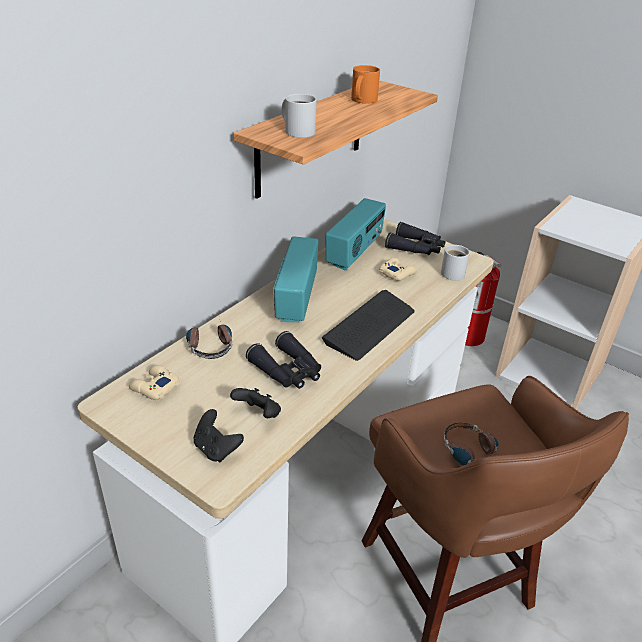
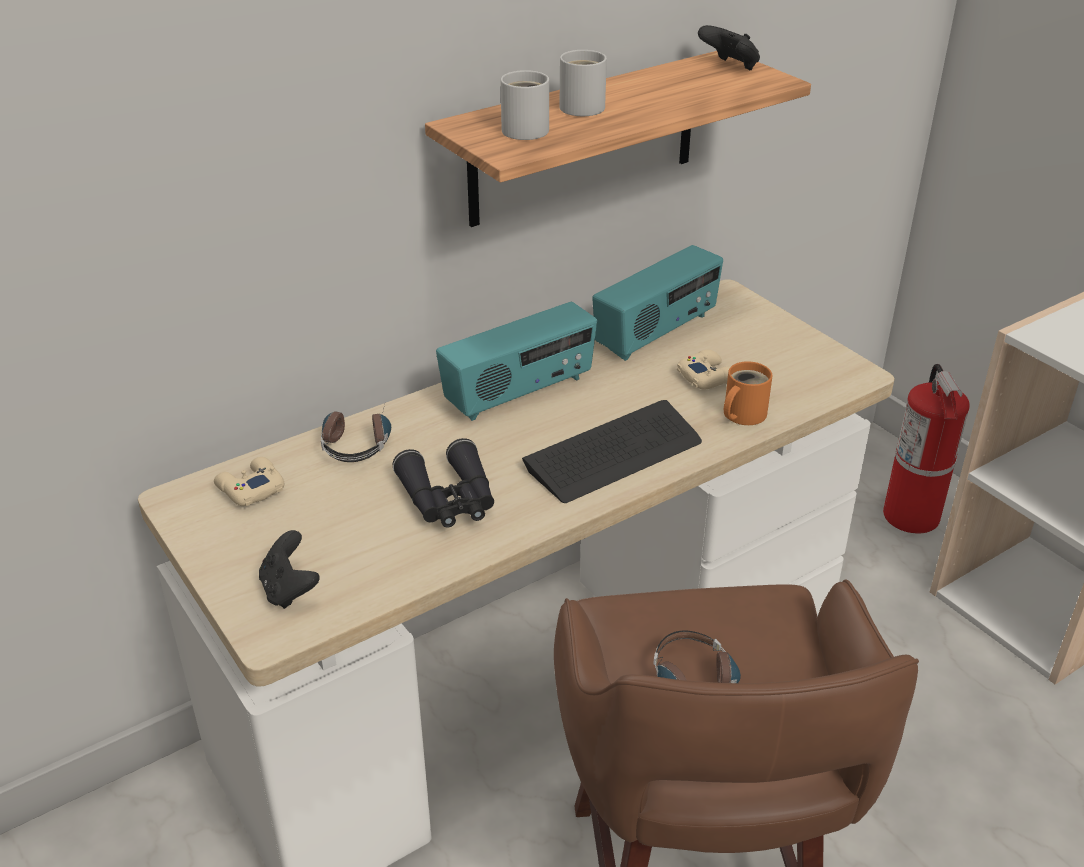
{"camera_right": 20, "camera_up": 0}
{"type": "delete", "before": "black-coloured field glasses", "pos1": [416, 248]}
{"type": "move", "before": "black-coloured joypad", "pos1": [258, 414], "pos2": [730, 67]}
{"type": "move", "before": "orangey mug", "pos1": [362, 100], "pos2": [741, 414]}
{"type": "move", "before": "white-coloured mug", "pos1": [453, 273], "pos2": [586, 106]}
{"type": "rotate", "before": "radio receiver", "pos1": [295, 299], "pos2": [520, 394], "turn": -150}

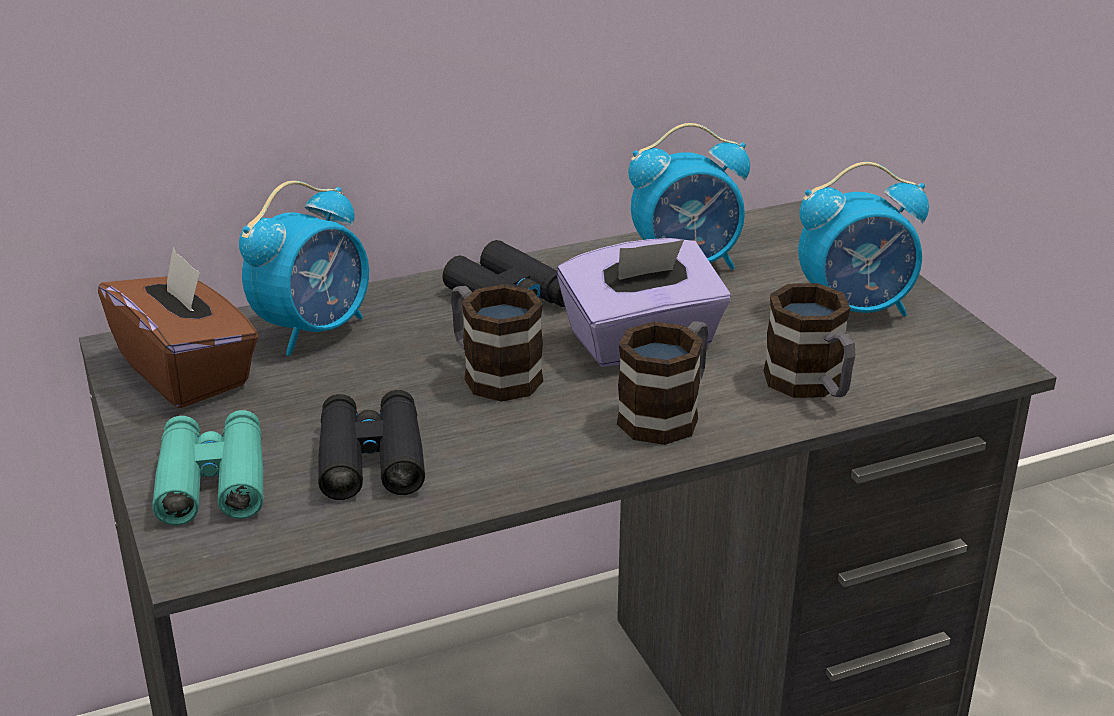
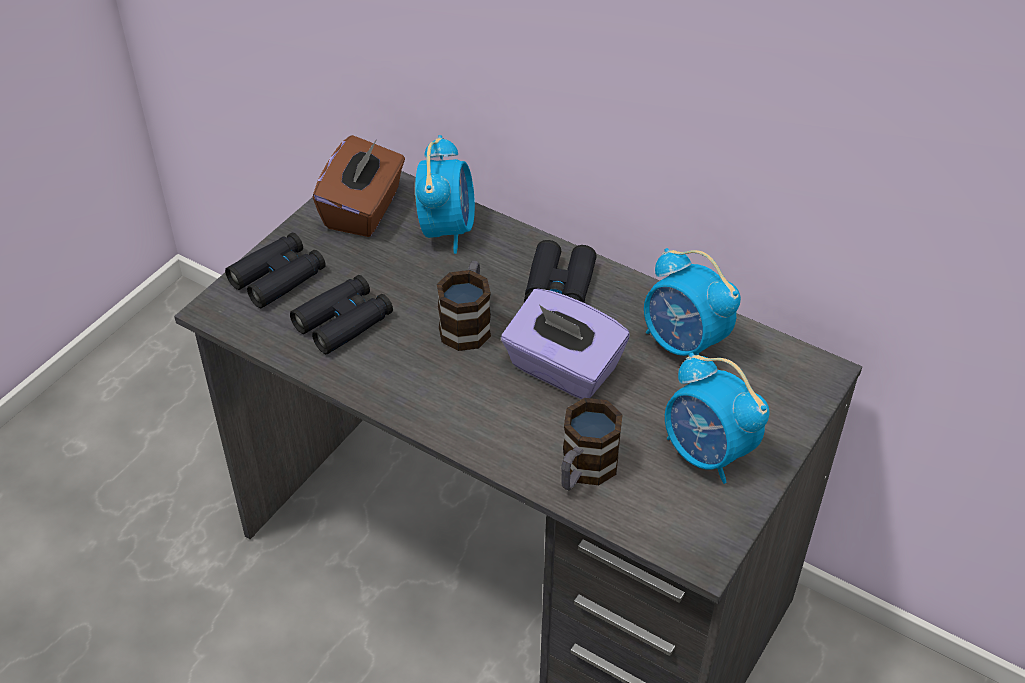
{"camera_right": 55, "camera_up": 15}
{"type": "delete", "before": "mug", "pos1": [668, 413]}
{"type": "recolor", "before": "turquoise field glasses", "after": "black-coloured field glasses", "pos1": [212, 481], "pos2": [278, 277]}
{"type": "rotate", "before": "alarm clock", "pos1": [314, 329], "pos2": [447, 230], "turn": -90}

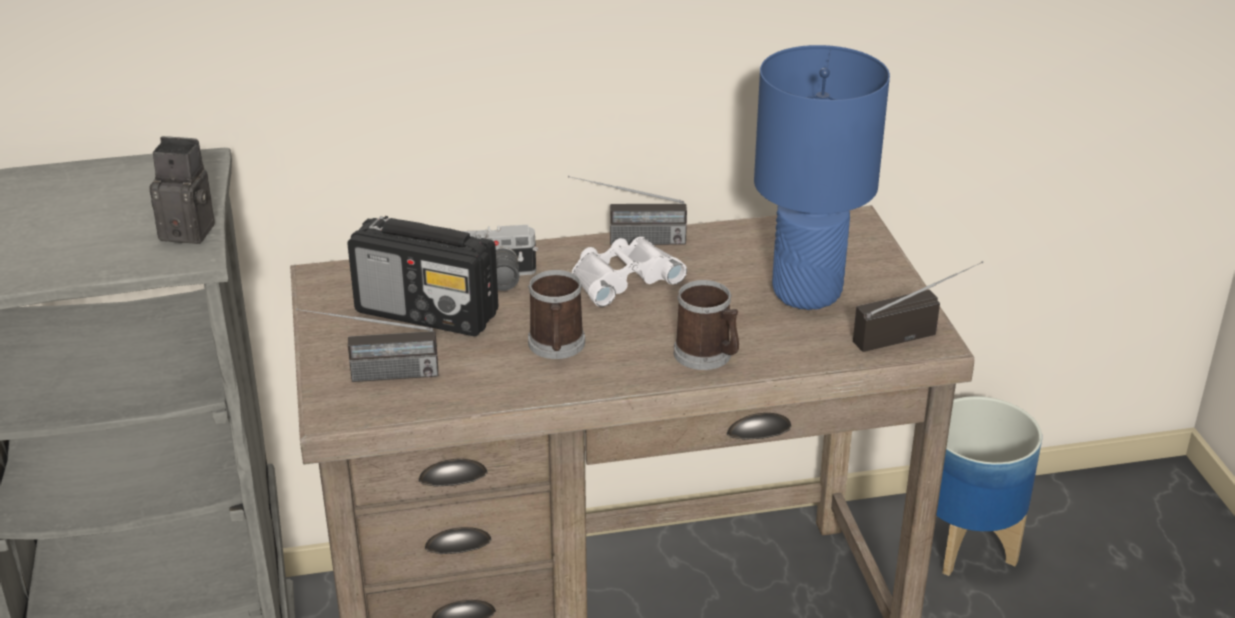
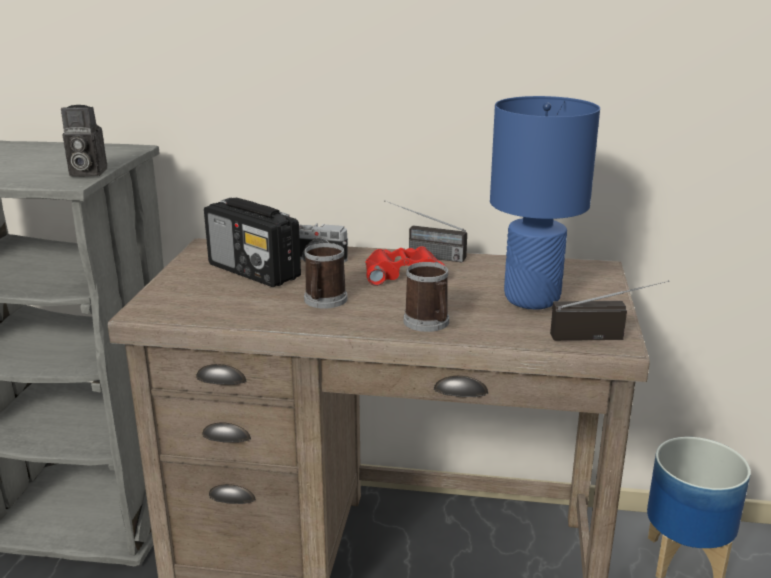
{"camera_right": 20, "camera_up": -10}
{"type": "delete", "before": "radio receiver", "pos1": [371, 376]}
{"type": "recolor", "before": "white-coloured field glasses", "after": "red-coloured field glasses", "pos1": [623, 278], "pos2": [402, 273]}
{"type": "rotate", "before": "photo camera", "pos1": [191, 230], "pos2": [85, 173], "turn": 150}

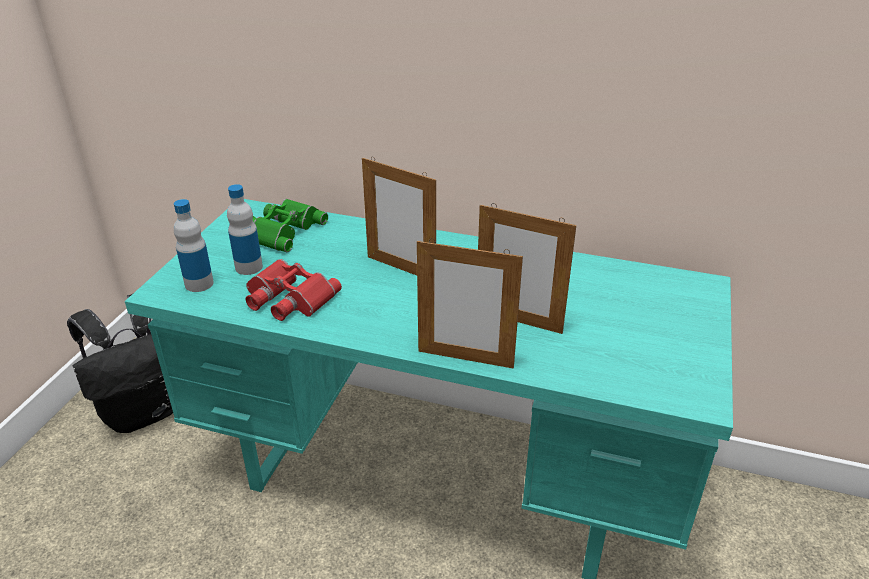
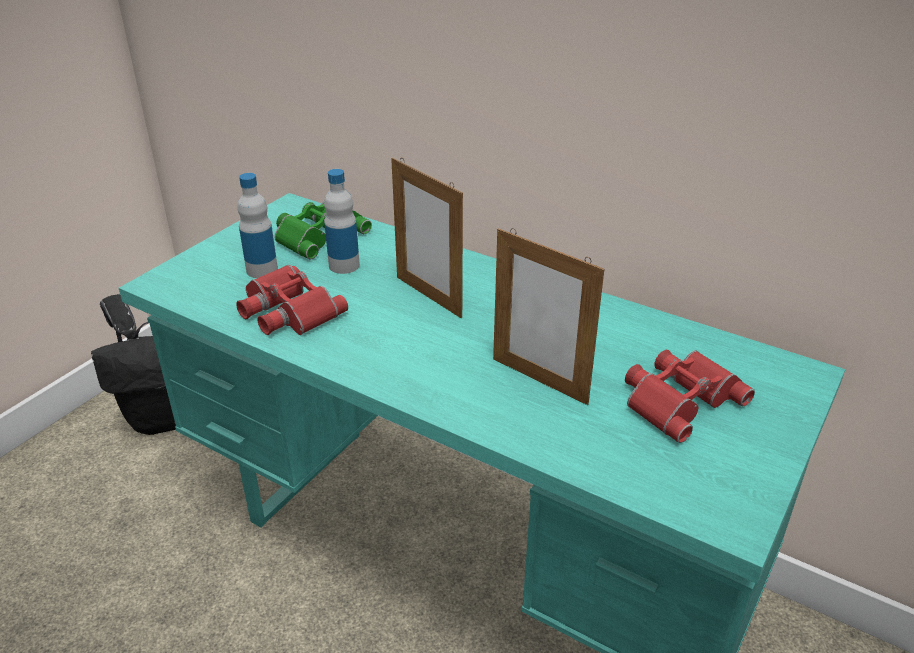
{"camera_right": 15, "camera_up": 0}
{"type": "delete", "before": "photo frame", "pos1": [465, 359]}
{"type": "insert", "after": "red-coloured field glasses", "pos2": [679, 398]}
{"type": "move", "before": "beverage bottle", "pos1": [199, 284], "pos2": [344, 265]}

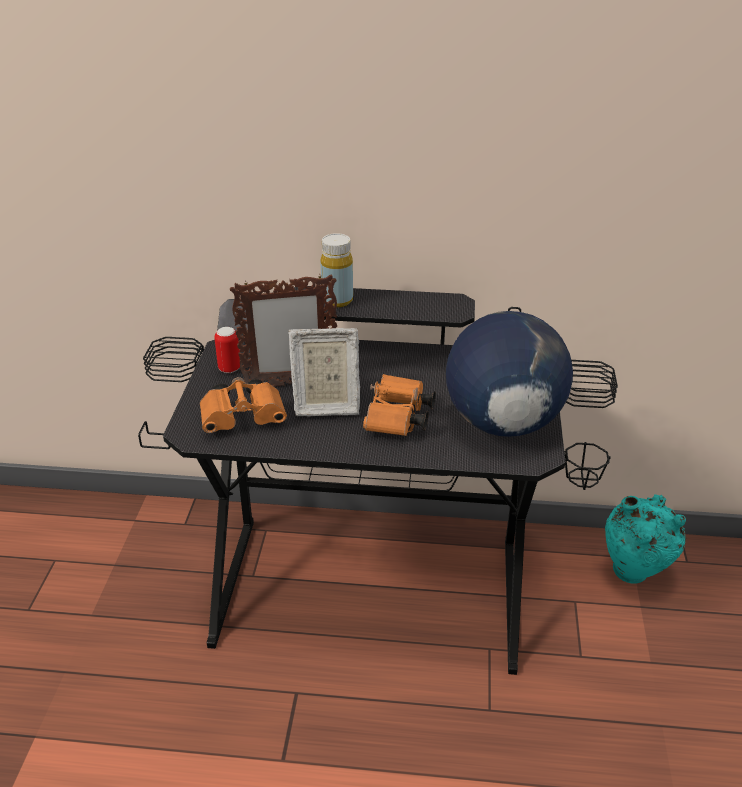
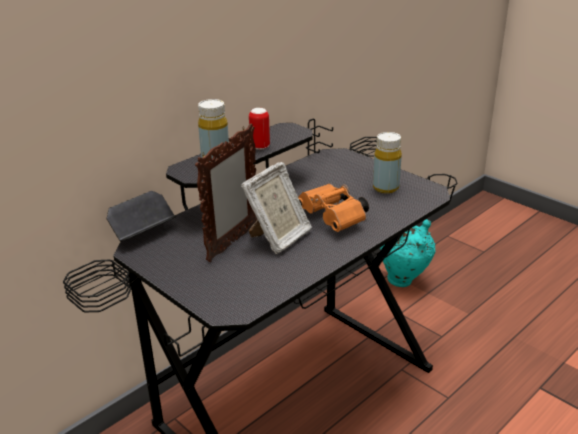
{"camera_right": -50, "camera_up": -5}
{"type": "delete", "before": "orangey field glasses", "pos1": [245, 419]}
{"type": "move", "before": "sealed can", "pos1": [229, 368], "pos2": [260, 146]}
{"type": "replace", "before": "desk globe", "after": "yellow beverage bottle", "pos1": [502, 423], "pos2": [385, 188]}

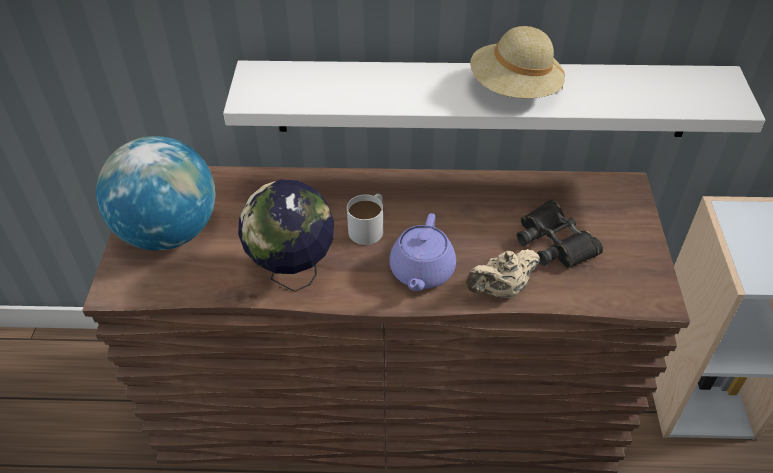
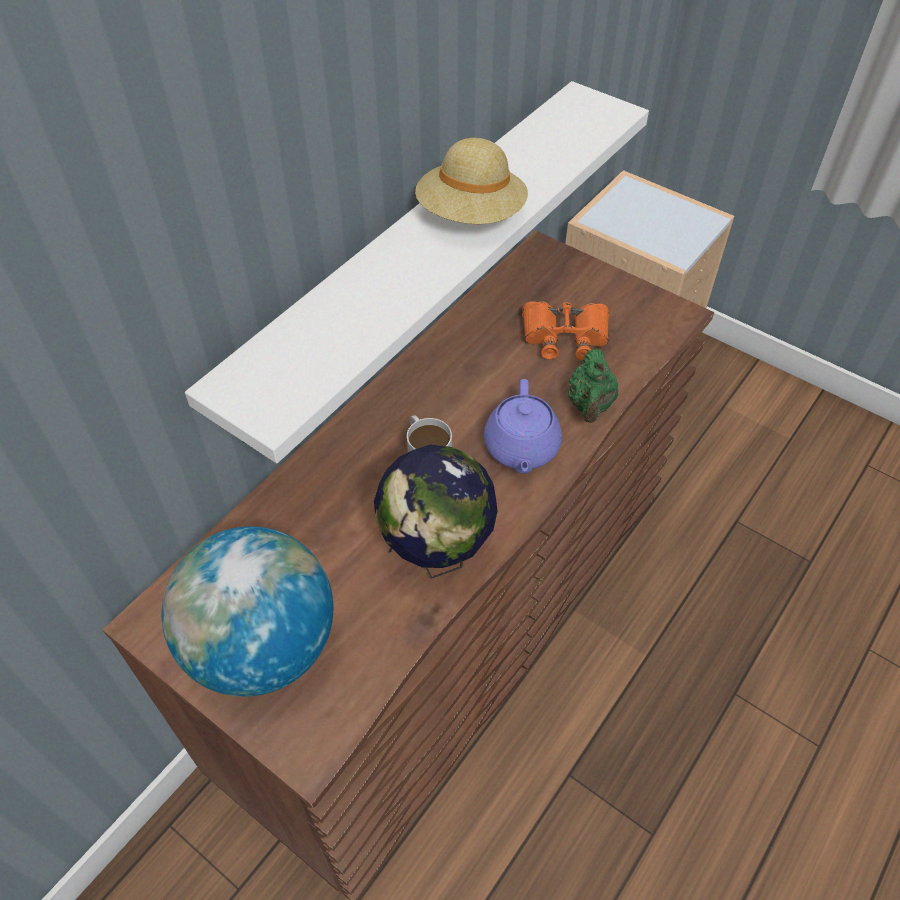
{"camera_right": -55, "camera_up": 5}
{"type": "recolor", "before": "sand-coloured pot for tea", "after": "green-coloured pot for tea", "pos1": [501, 290], "pos2": [590, 405]}
{"type": "recolor", "before": "black-coloured field glasses", "after": "orangey field glasses", "pos1": [554, 242], "pos2": [565, 335]}
{"type": "rotate", "before": "purplish pot for tea", "pos1": [421, 272], "pos2": [521, 449], "turn": 45}

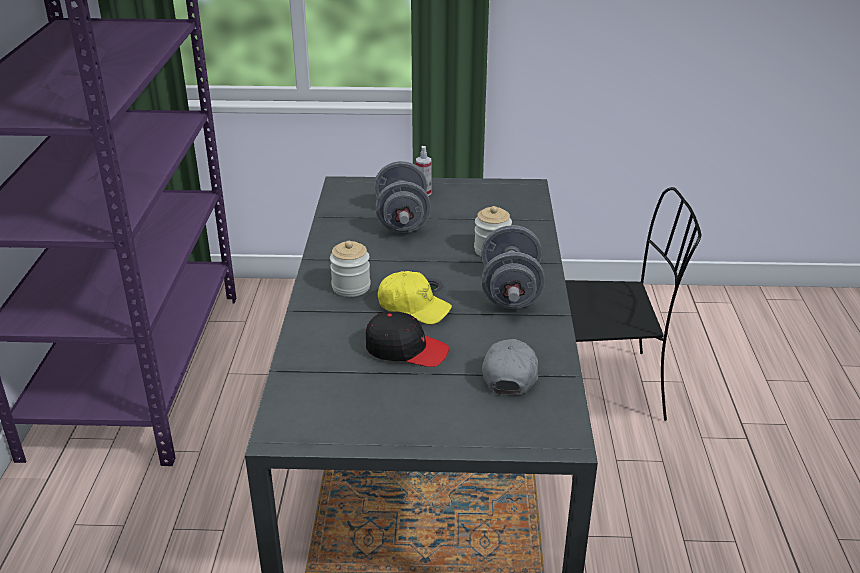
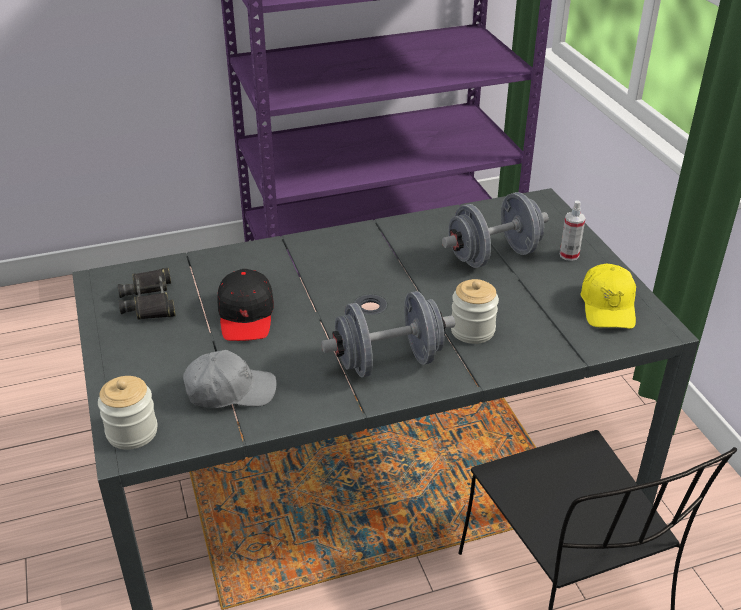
{"camera_right": 70, "camera_up": 5}
{"type": "insert", "after": "black-coloured field glasses", "pos2": [150, 301]}
{"type": "move", "before": "jar", "pos1": [351, 287], "pos2": [132, 432]}
{"type": "move", "before": "yellow peaked cap", "pos1": [413, 307], "pos2": [608, 306]}

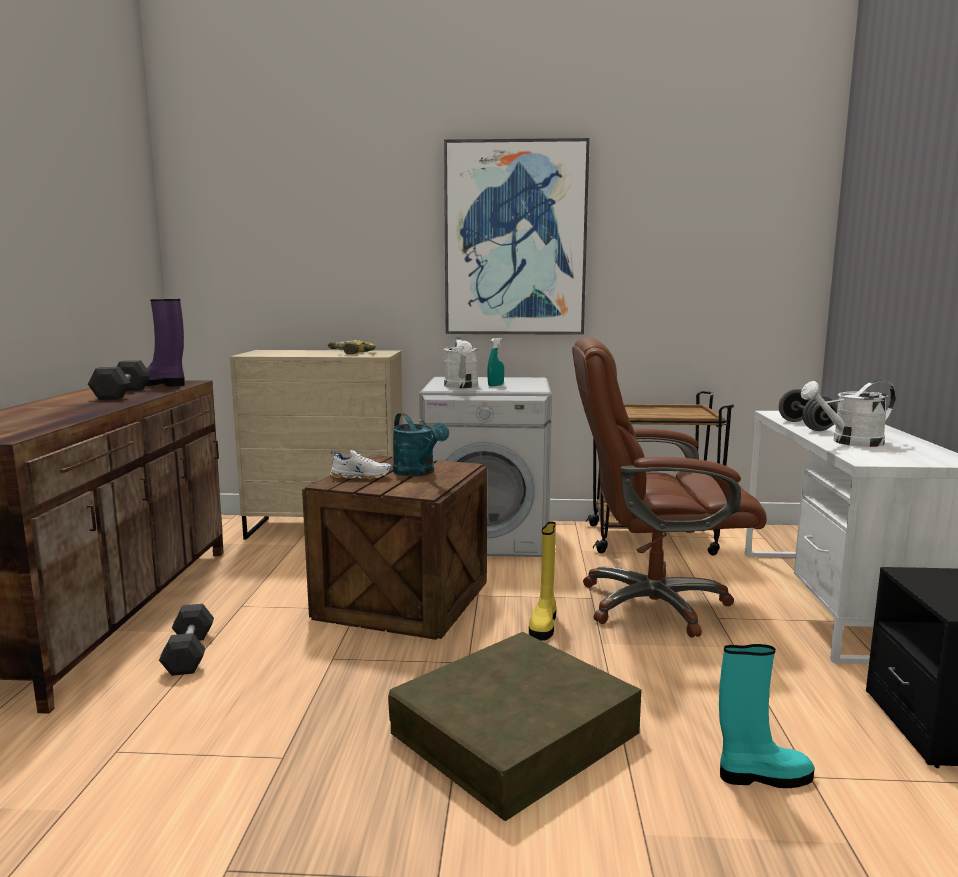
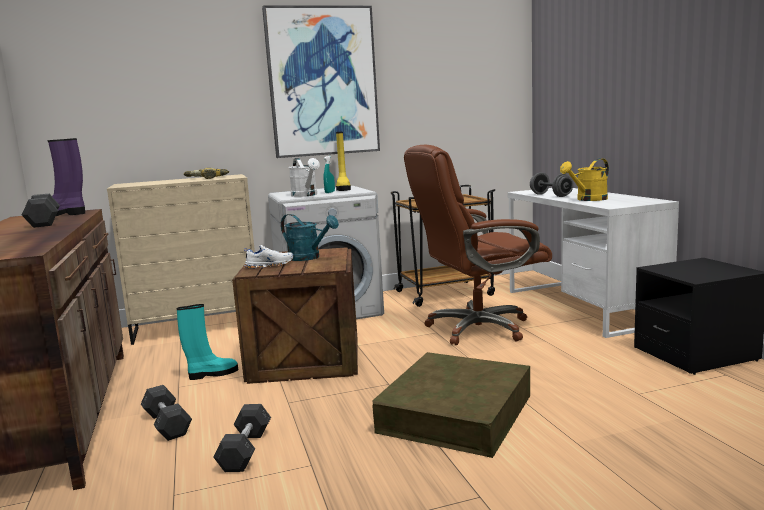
{"camera_right": -20, "camera_up": 0}
{"type": "insert", "after": "gray free weight", "pos2": [245, 450]}
{"type": "move", "before": "yellow high-top boot", "pos1": [544, 624], "pos2": [343, 189]}
{"type": "move", "before": "turquoise high-top boot", "pos1": [762, 776], "pos2": [212, 374]}
{"type": "recolor", "before": "white-coloured watering pot", "after": "yellow watering pot", "pos1": [849, 442], "pos2": [588, 199]}

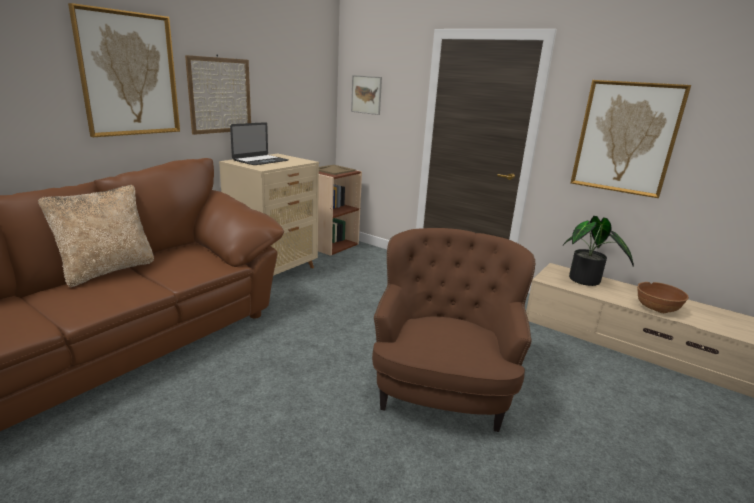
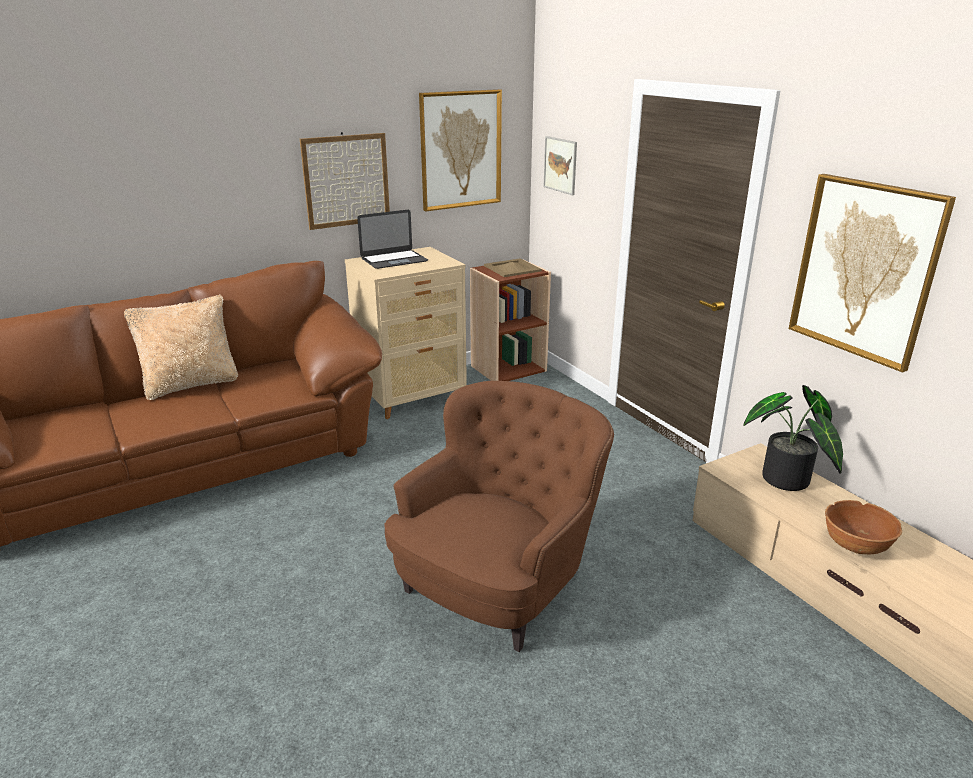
{"camera_right": 25, "camera_up": 5}
{"type": "move", "before": "picture", "pos1": [129, 74], "pos2": [460, 150]}

